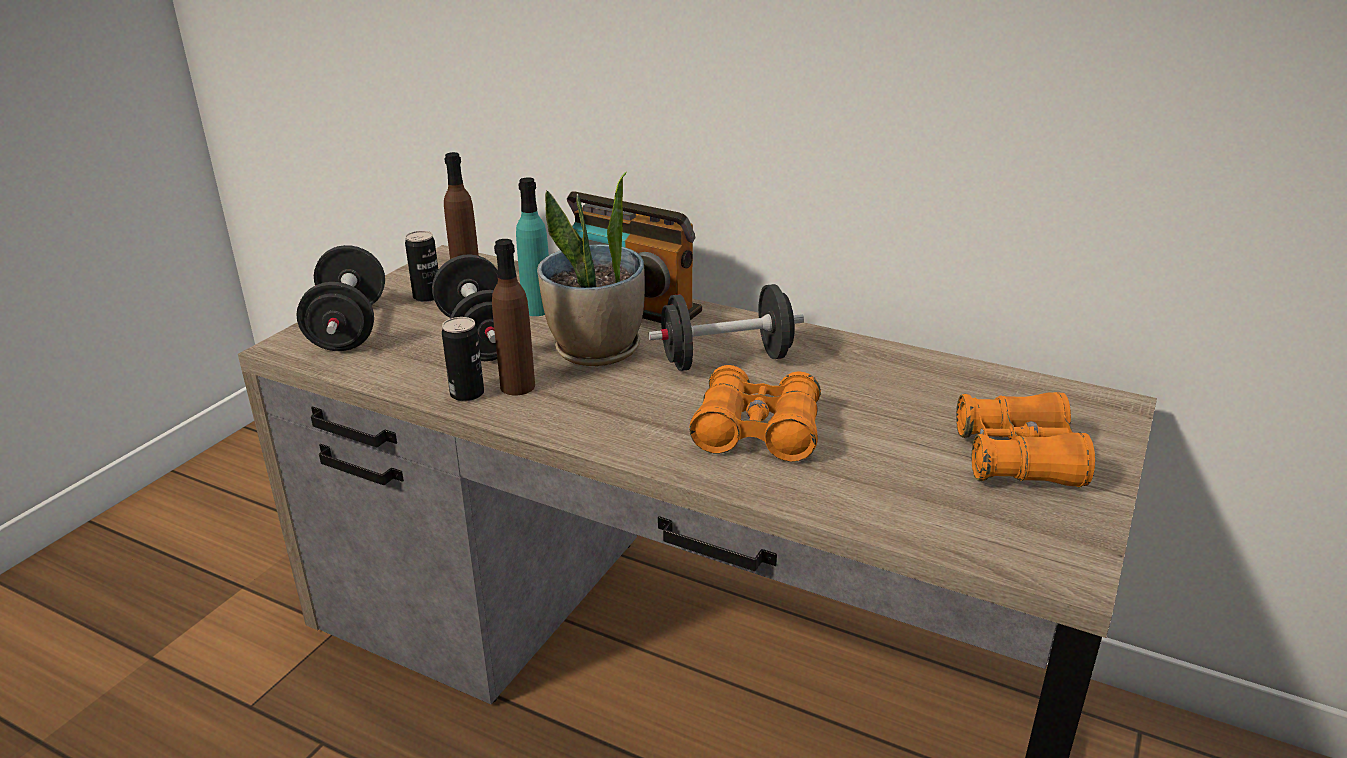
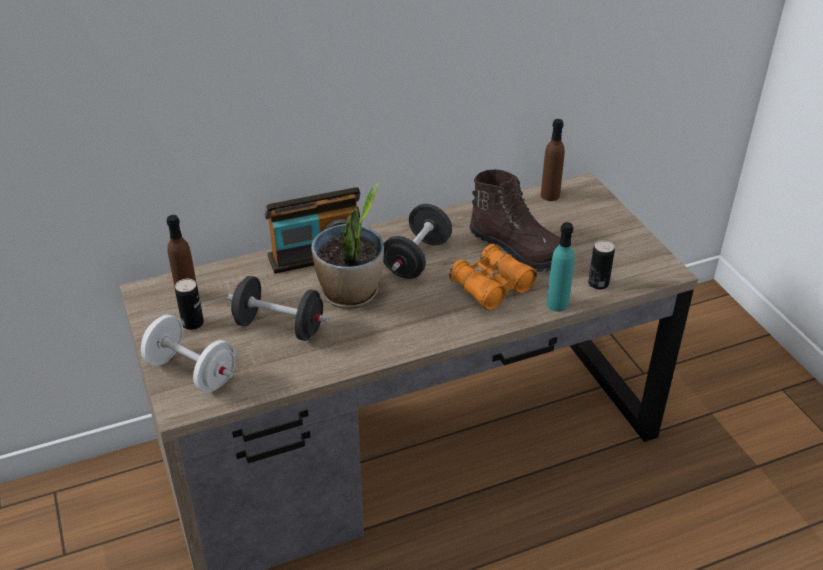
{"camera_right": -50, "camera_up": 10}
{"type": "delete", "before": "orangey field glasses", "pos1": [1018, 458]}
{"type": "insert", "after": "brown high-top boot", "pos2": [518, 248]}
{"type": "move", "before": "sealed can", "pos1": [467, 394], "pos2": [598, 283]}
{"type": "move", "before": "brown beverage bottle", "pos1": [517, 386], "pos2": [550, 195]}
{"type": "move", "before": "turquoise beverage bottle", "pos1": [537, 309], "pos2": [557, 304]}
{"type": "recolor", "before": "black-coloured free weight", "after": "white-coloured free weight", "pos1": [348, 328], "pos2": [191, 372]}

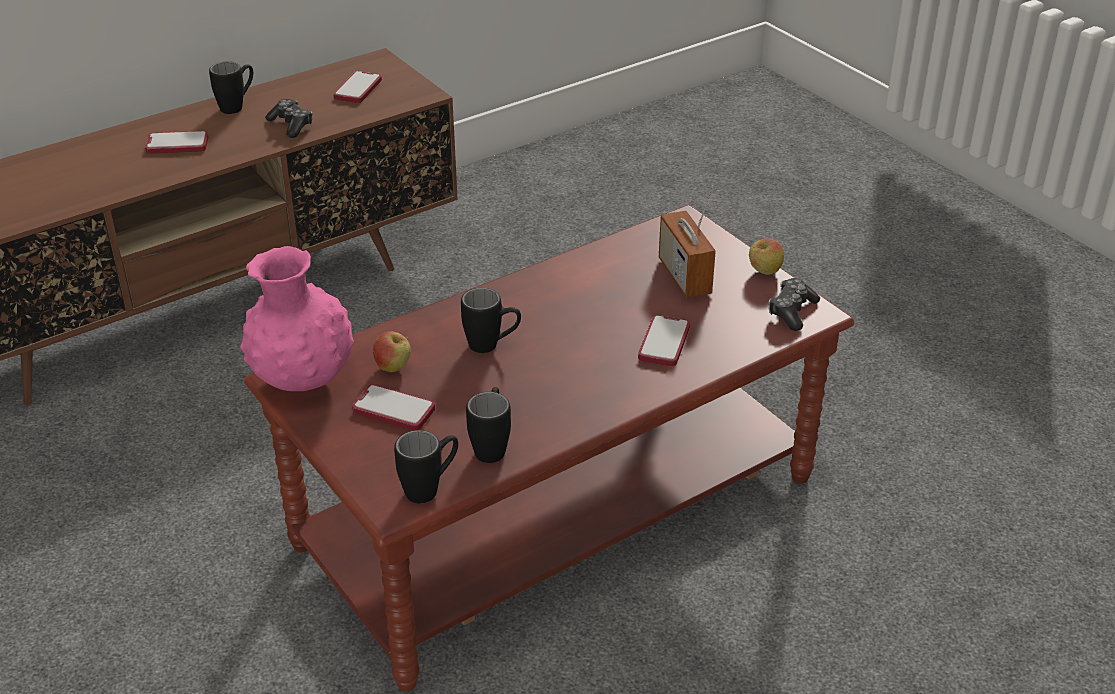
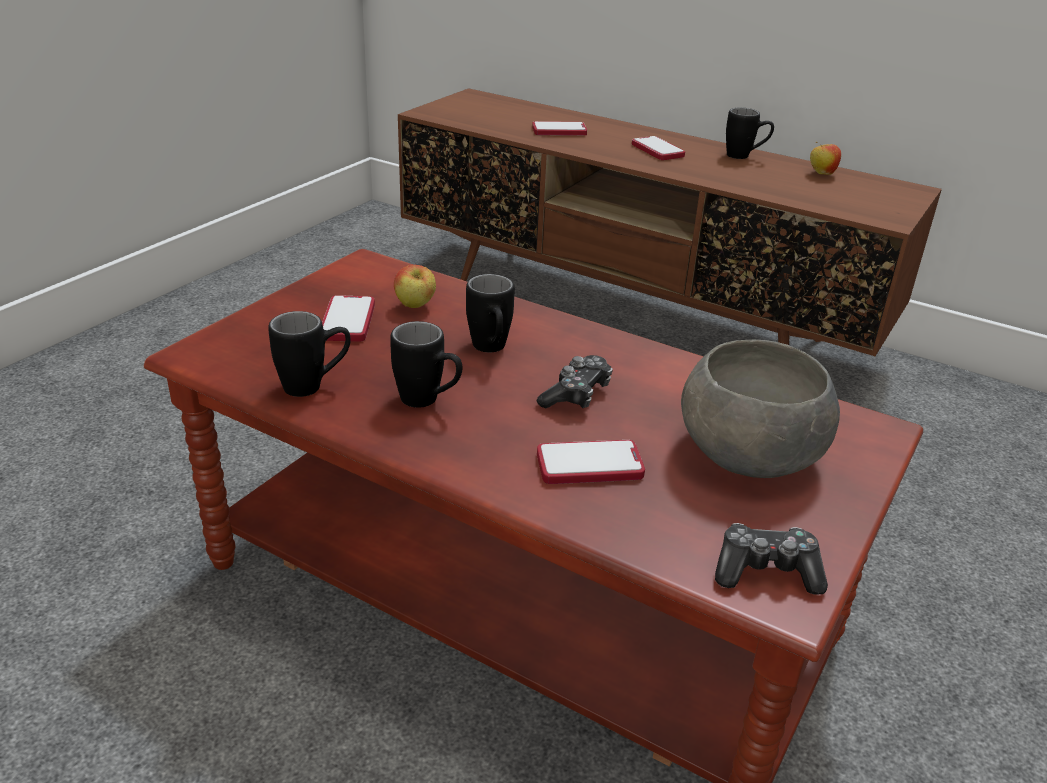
{"camera_right": 65, "camera_up": -5}
{"type": "delete", "before": "pink-coloured flower vase", "pos1": [303, 381]}
{"type": "move", "before": "joypad", "pos1": [291, 125], "pos2": [576, 394]}
{"type": "move", "before": "phone", "pos1": [358, 89], "pos2": [559, 131]}
{"type": "move", "before": "black-coloured mug", "pos1": [430, 488], "pos2": [429, 402]}
{"type": "move", "before": "whole apple", "pos1": [764, 272], "pos2": [821, 174]}
{"type": "replace", "before": "radio receiver", "after": "gray bowl", "pos1": [684, 277], "pos2": [750, 453]}

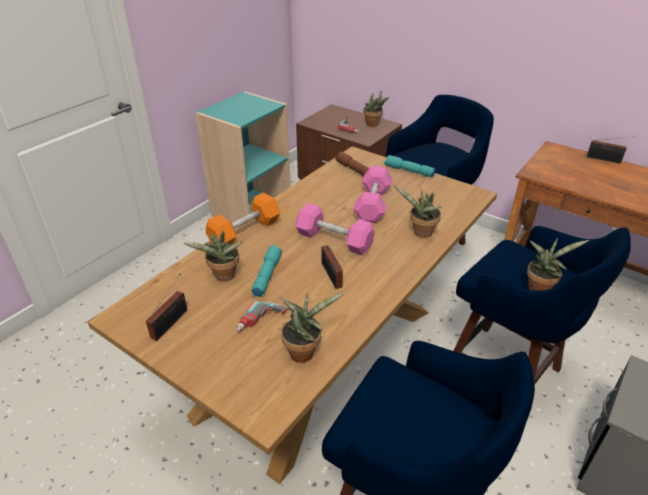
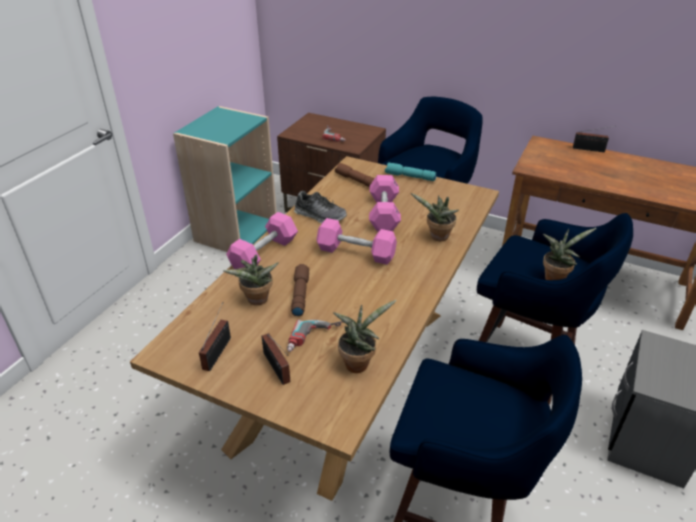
{"camera_right": -10, "camera_up": 0}
{"type": "delete", "before": "houseplant", "pos1": [374, 124]}
{"type": "insert", "after": "shoe", "pos2": [320, 216]}
{"type": "move", "before": "radio receiver", "pos1": [332, 276], "pos2": [277, 369]}
{"type": "recolor", "before": "orangey free weight", "after": "pink-coloured free weight", "pos1": [244, 232], "pos2": [264, 254]}
{"type": "recolor", "before": "turquoise torch", "after": "brown torch", "pos1": [266, 275], "pos2": [299, 294]}

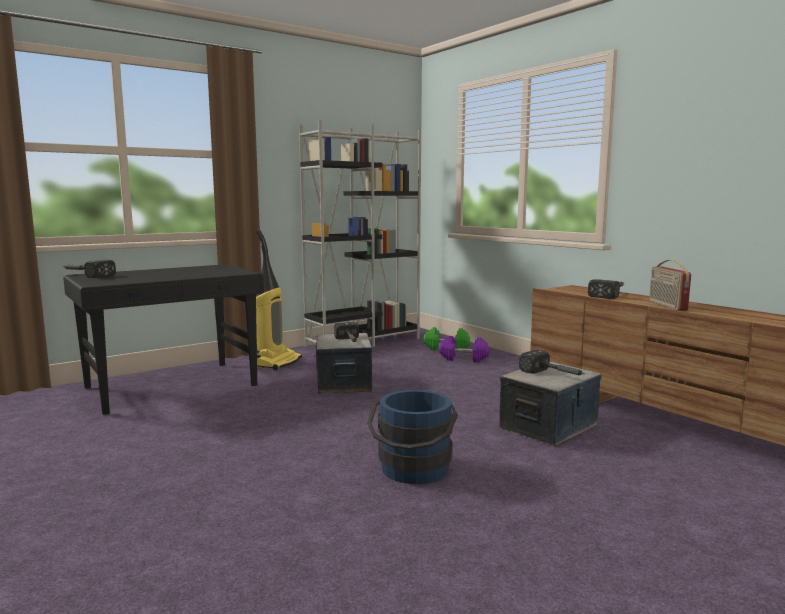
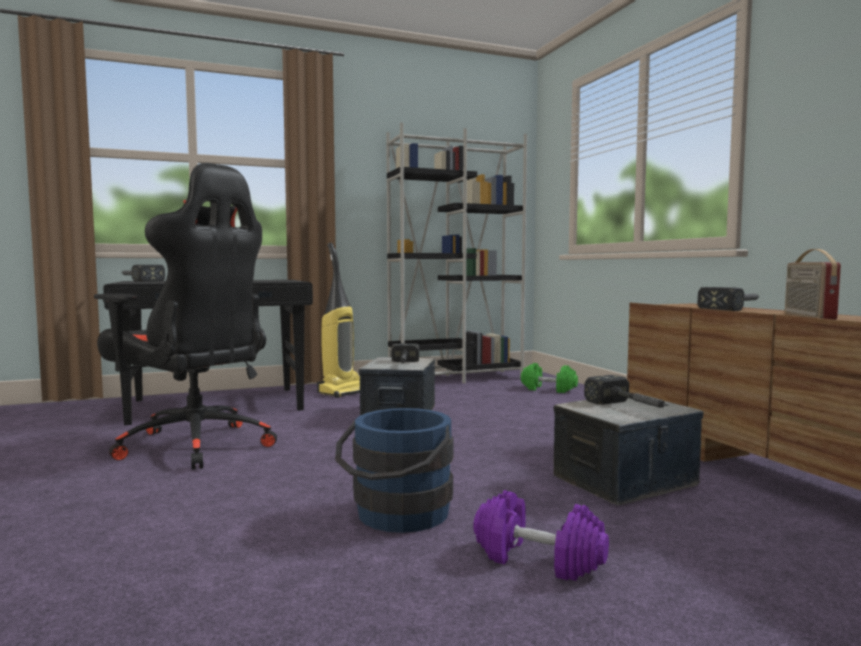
{"camera_right": 15, "camera_up": -5}
{"type": "insert", "after": "black-coloured desk chair", "pos2": [189, 443]}
{"type": "move", "before": "purplish free weight", "pos1": [463, 359], "pos2": [537, 559]}

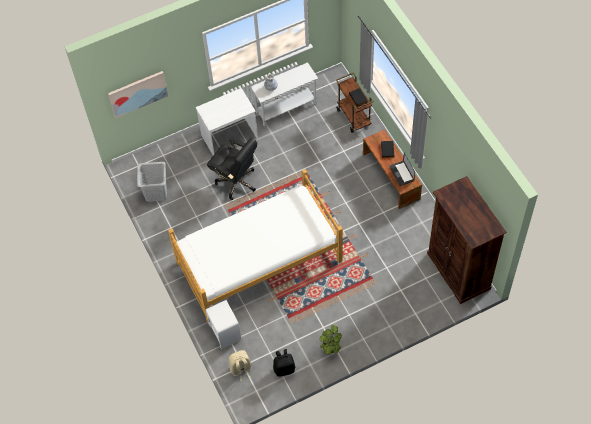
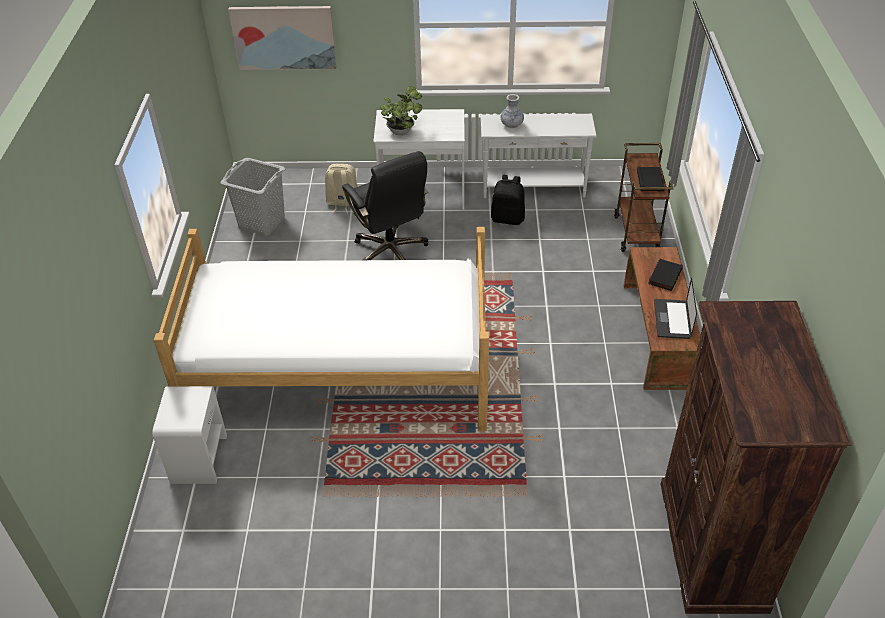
{"camera_right": 25, "camera_up": -15}
{"type": "move", "before": "sand-coloured knapsack", "pos1": [241, 369], "pos2": [342, 203]}
{"type": "move", "before": "black-coloured knapsack", "pos1": [284, 368], "pos2": [508, 218]}
{"type": "move", "before": "houseplant", "pos1": [330, 347], "pos2": [402, 130]}

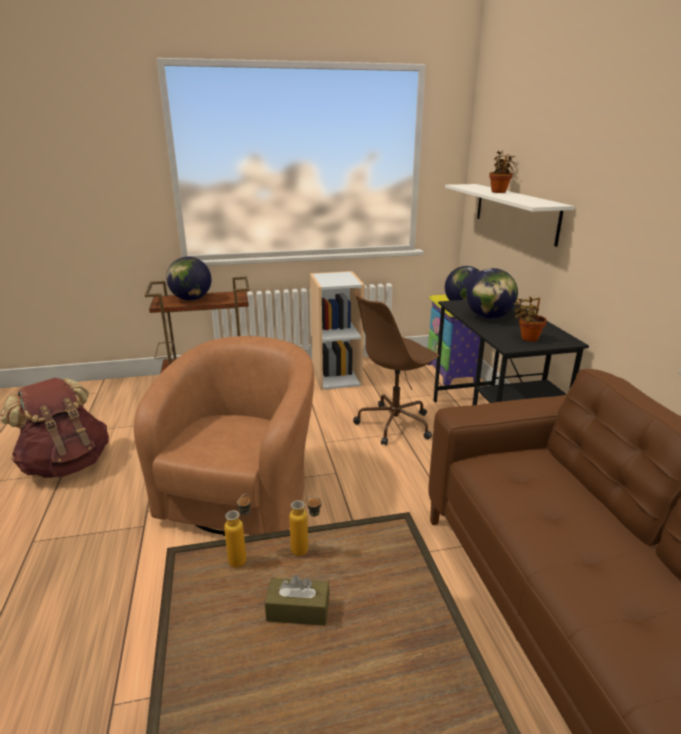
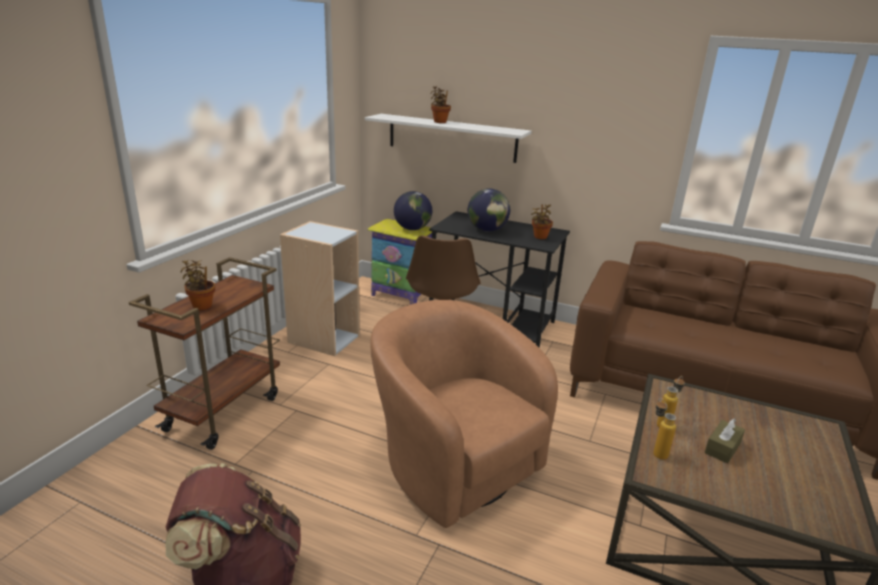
{"camera_right": -55, "camera_up": 0}
{"type": "replace", "before": "desk globe", "after": "houseplant", "pos1": [191, 299], "pos2": [201, 305]}

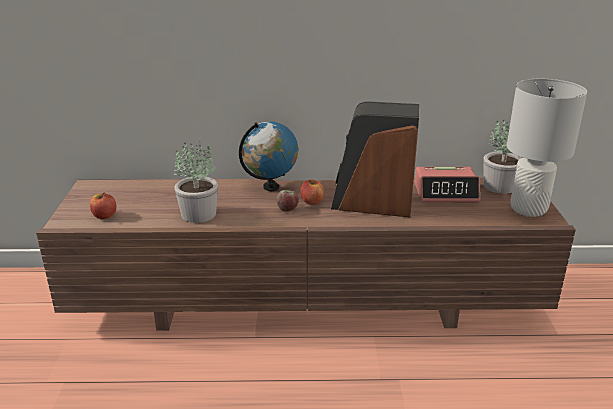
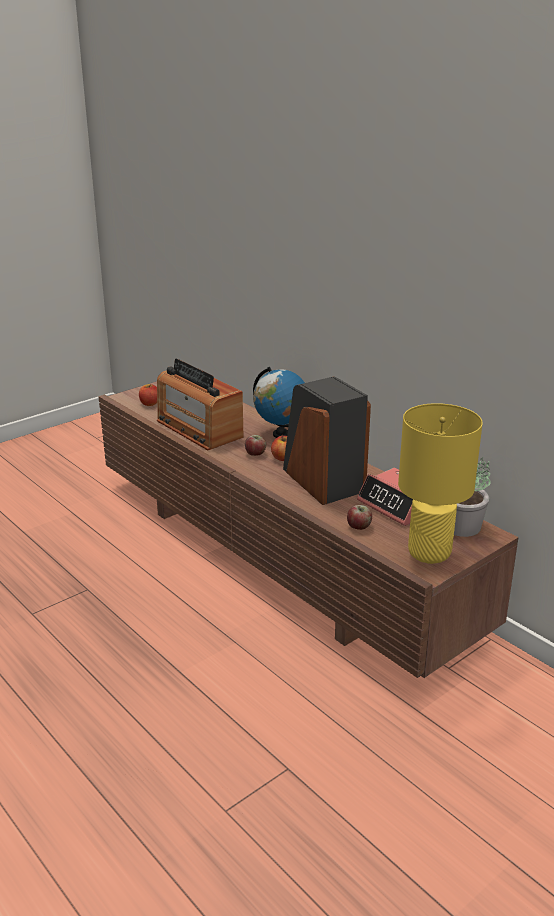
{"camera_right": 50, "camera_up": 0}
{"type": "insert", "after": "whole apple", "pos2": [359, 527]}
{"type": "replace", "before": "houseplant", "after": "radio receiver", "pos1": [199, 214], "pos2": [199, 429]}
{"type": "recolor", "before": "gray table lamp", "after": "yellow table lamp", "pos1": [528, 211], "pos2": [430, 555]}

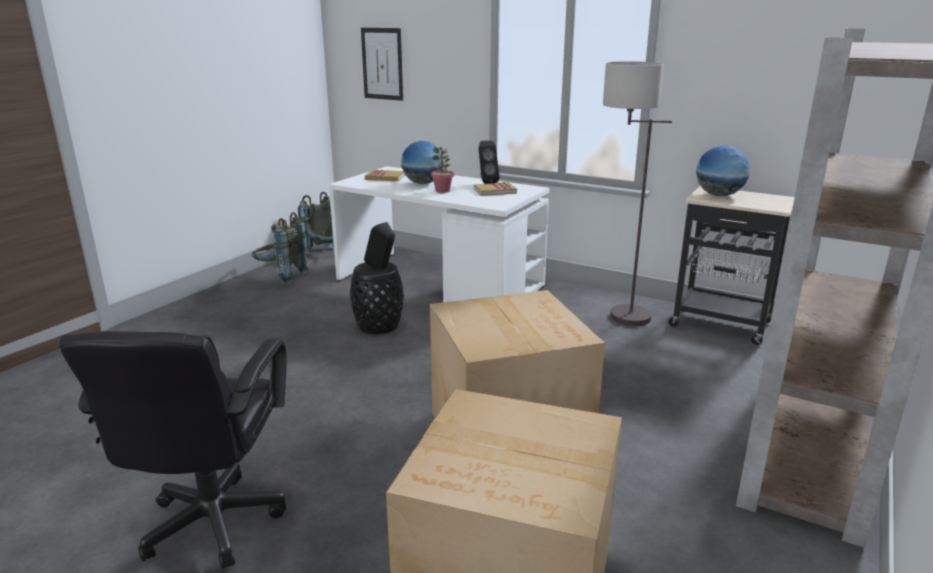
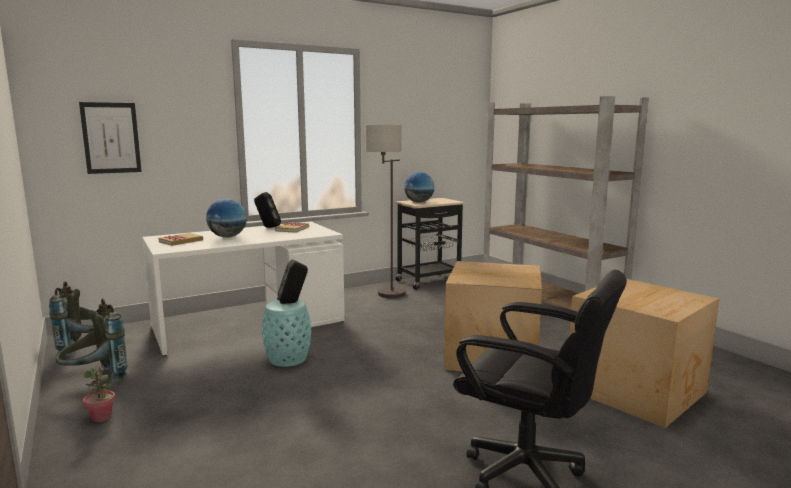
{"camera_right": -60, "camera_up": -10}
{"type": "move", "before": "houseplant", "pos1": [442, 191], "pos2": [101, 417]}
{"type": "recolor", "before": "black-coloured sitting stool", "after": "turquoise sitting stool", "pos1": [378, 326], "pos2": [287, 359]}

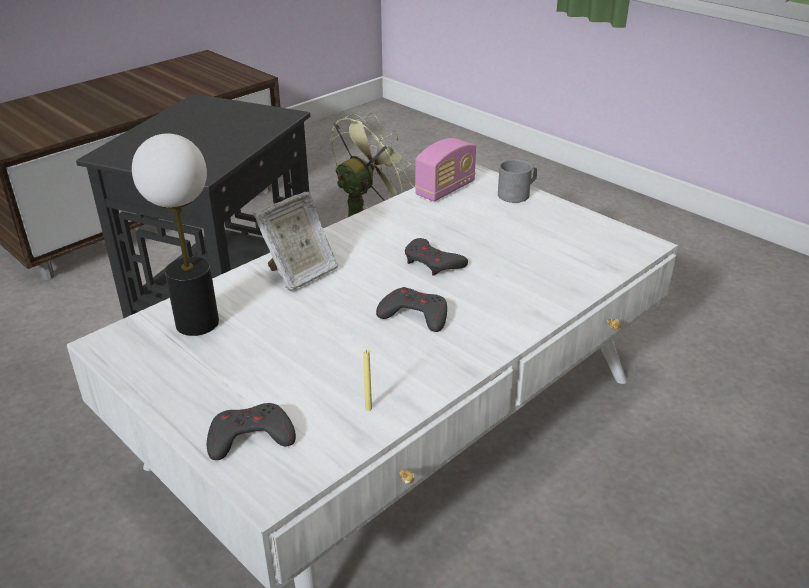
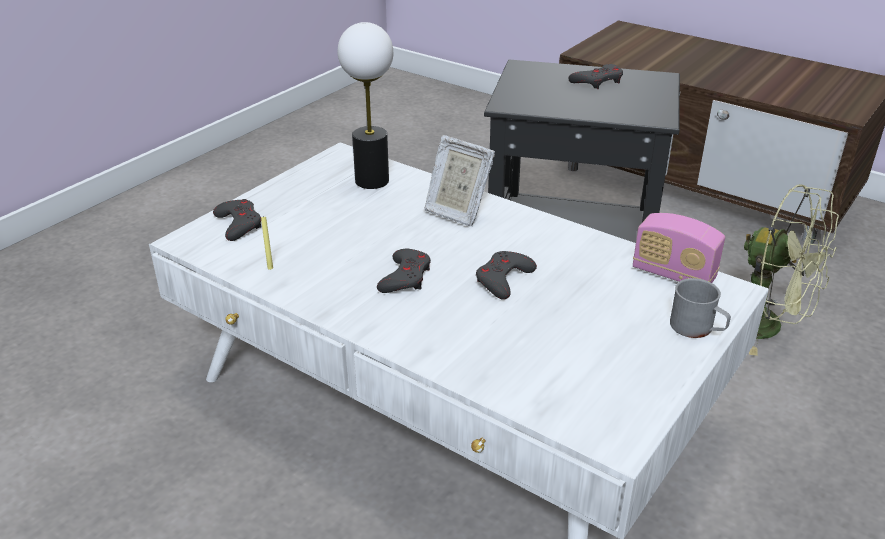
{"camera_right": 80, "camera_up": 0}
{"type": "insert", "after": "gray joypad", "pos2": [597, 81]}

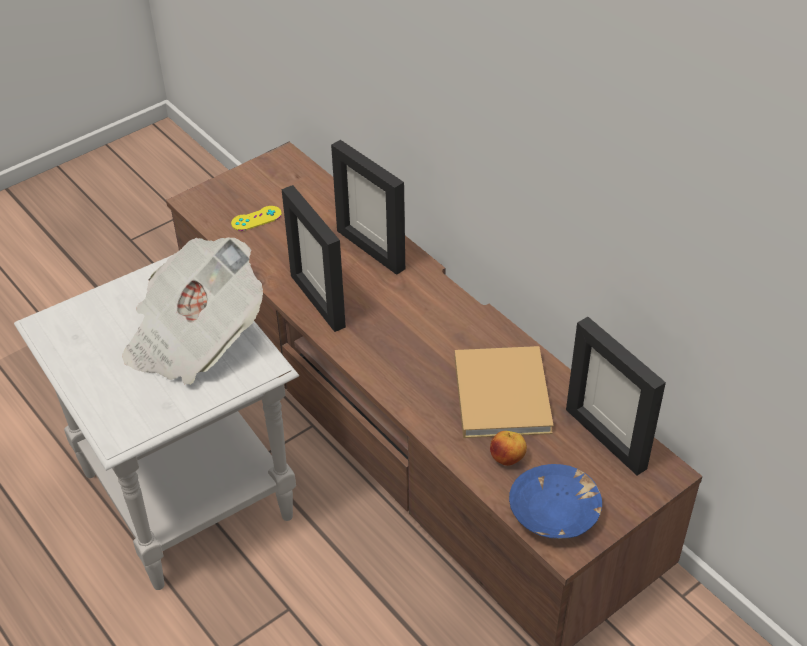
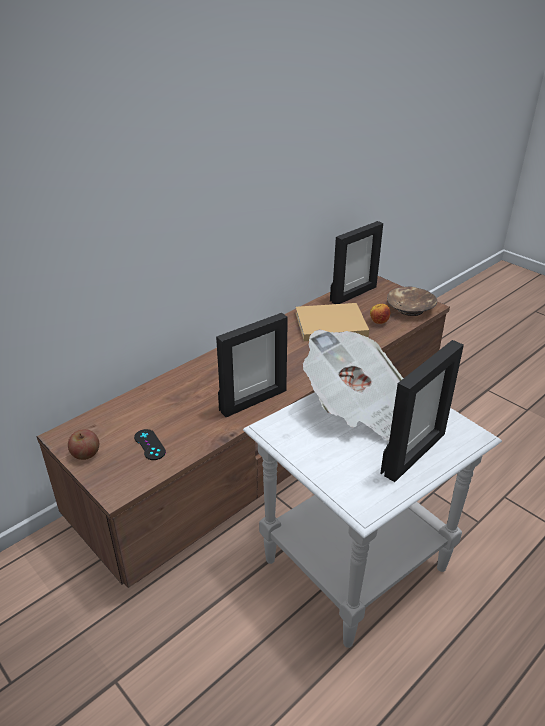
{"camera_right": -95, "camera_up": -10}
{"type": "insert", "after": "whole apple", "pos2": [85, 454]}
{"type": "move", "before": "photo frame", "pos1": [372, 249], "pos2": [413, 453]}
{"type": "recolor", "before": "yellow joypad", "after": "black-coloured joypad", "pos1": [256, 218], "pos2": [149, 444]}
{"type": "recolor", "before": "blue-coloured bowl", "after": "brown bowl", "pos1": [554, 513], "pos2": [410, 309]}

